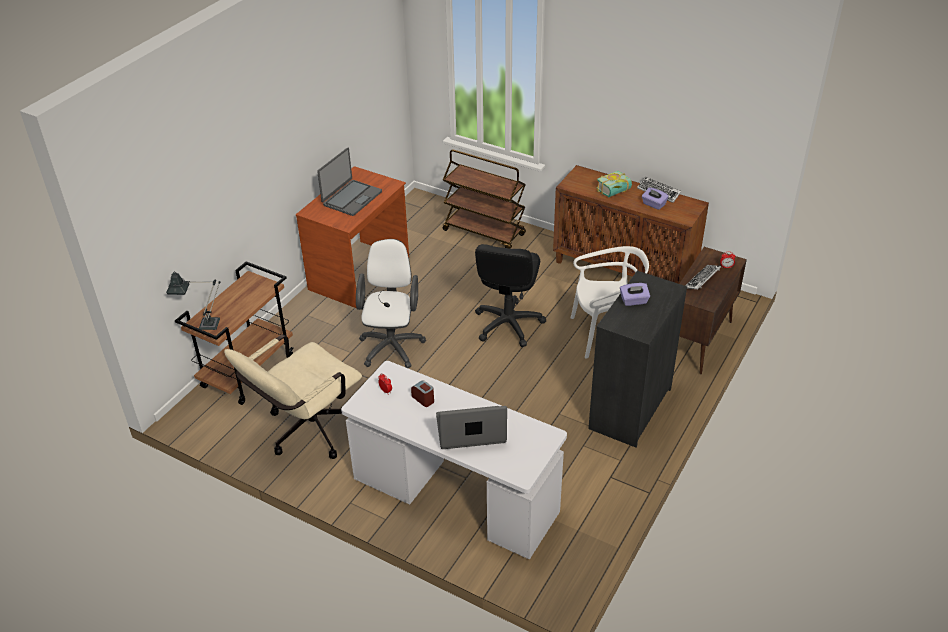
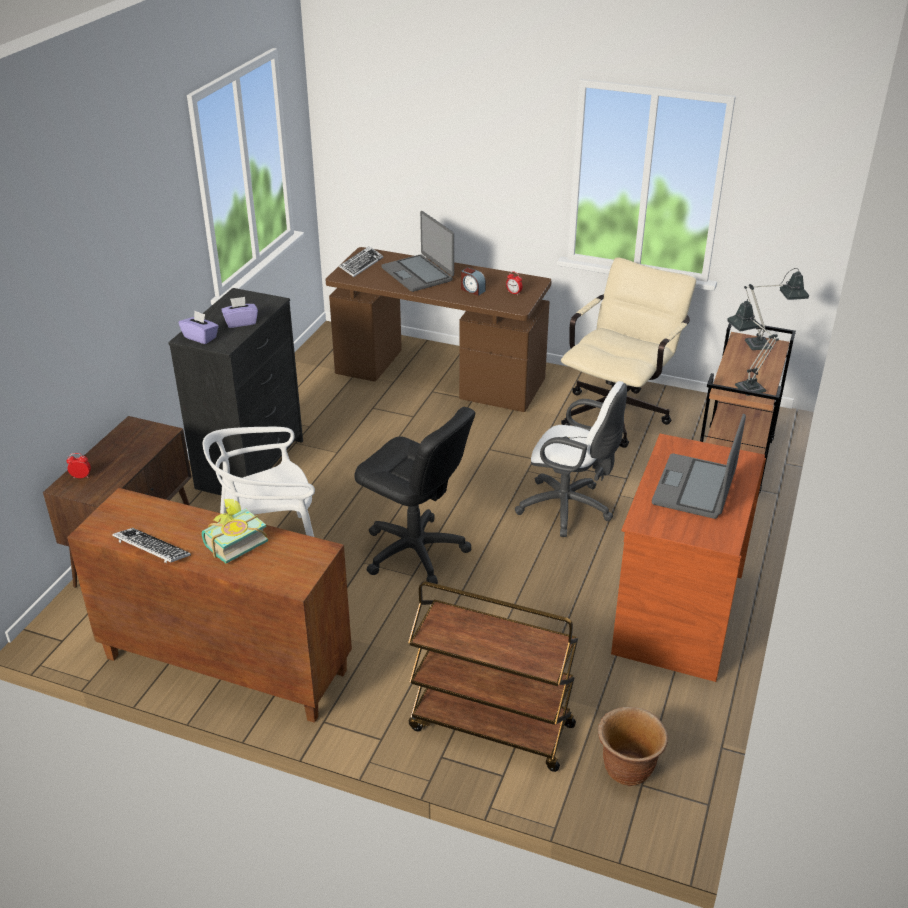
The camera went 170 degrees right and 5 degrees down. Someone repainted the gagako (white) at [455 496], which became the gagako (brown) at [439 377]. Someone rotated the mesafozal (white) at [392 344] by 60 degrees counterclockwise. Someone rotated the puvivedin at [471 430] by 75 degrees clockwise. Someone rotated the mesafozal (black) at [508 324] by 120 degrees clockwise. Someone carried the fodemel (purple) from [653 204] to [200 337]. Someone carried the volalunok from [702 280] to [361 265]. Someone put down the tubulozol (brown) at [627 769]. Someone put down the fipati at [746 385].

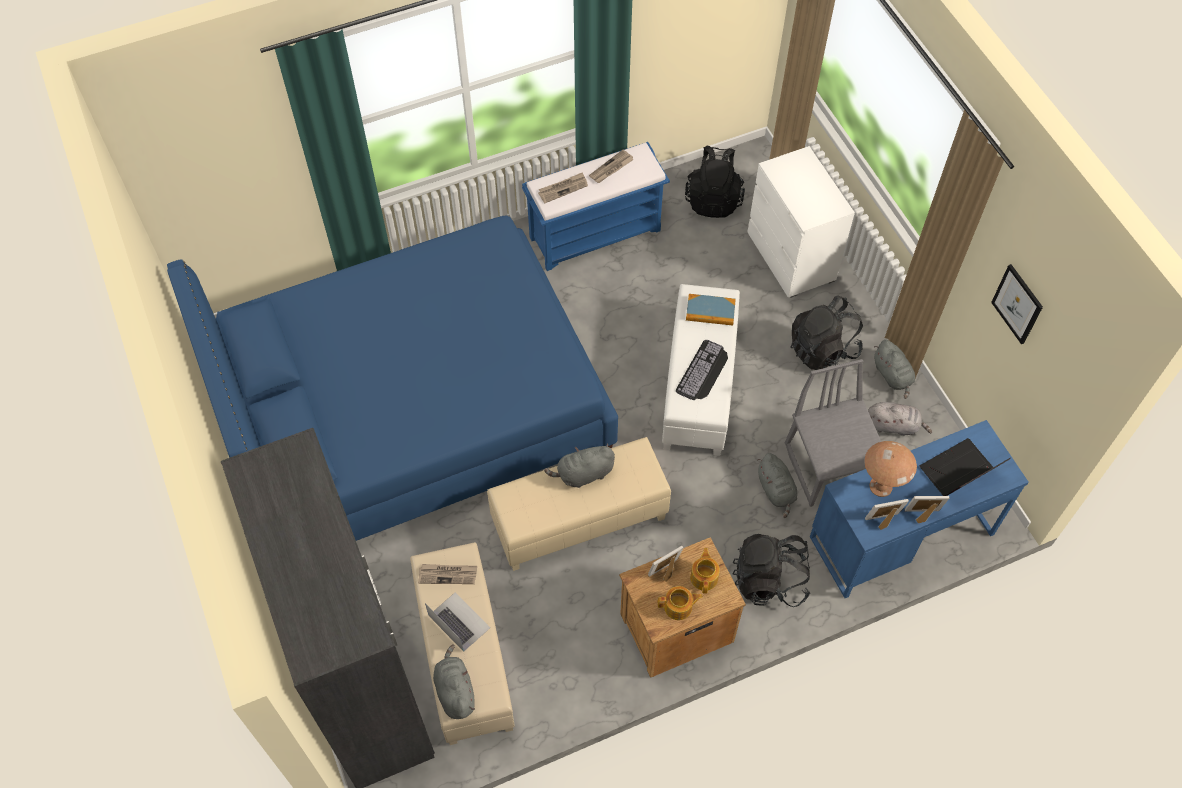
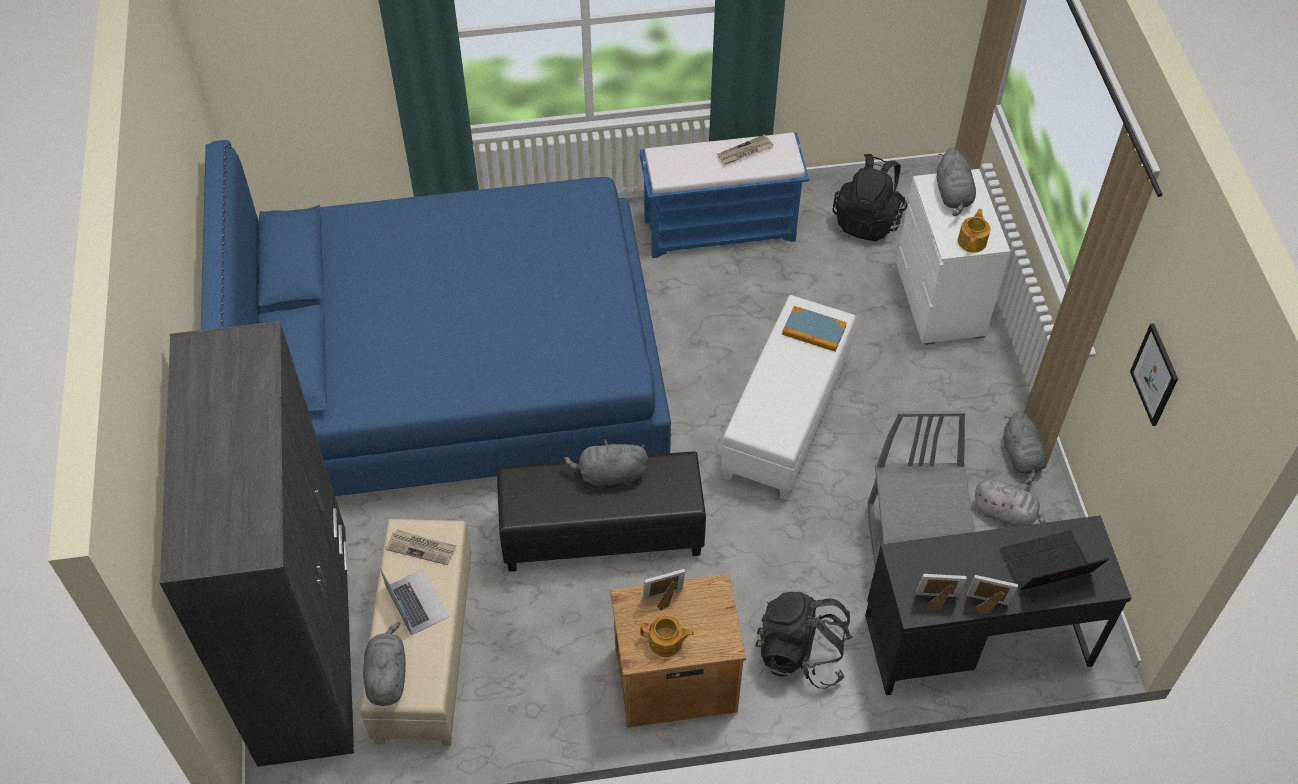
The camera went 15 degrees right and 5 degrees down. Someone repainted the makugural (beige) at [579 520], which became the makugural (black) at [601 534]. Someone took away the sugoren at [563 188]. Someone took away the volalunok at [703 372]. Someone carried the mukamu from [704 577] to [972 241]. Someone carried the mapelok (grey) from [776 490] to [953 195]. Someone took away the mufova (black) at [823 349]. Someone repainted the gagako (blue) at [901 535], which became the gagako (black) at [976 639]. Someone took away the fipati (brown) at [880 486].

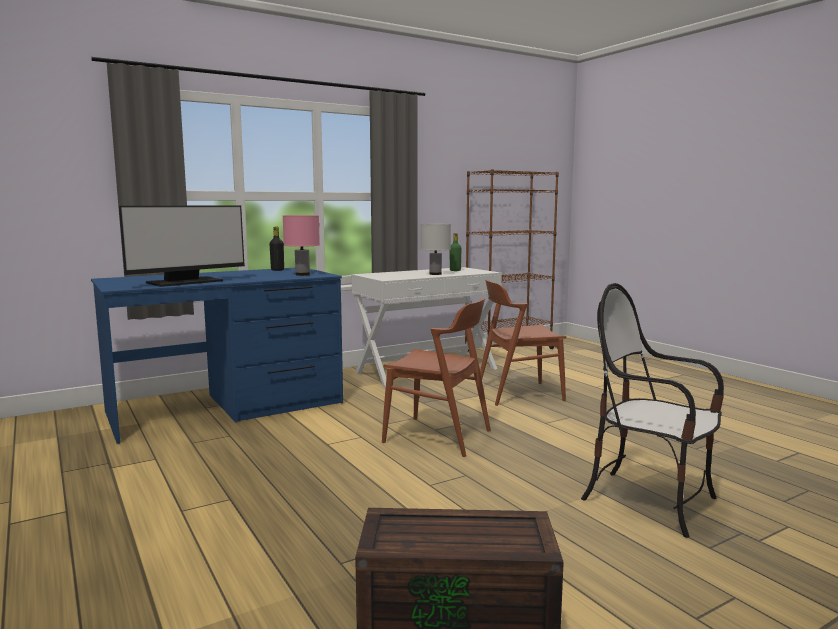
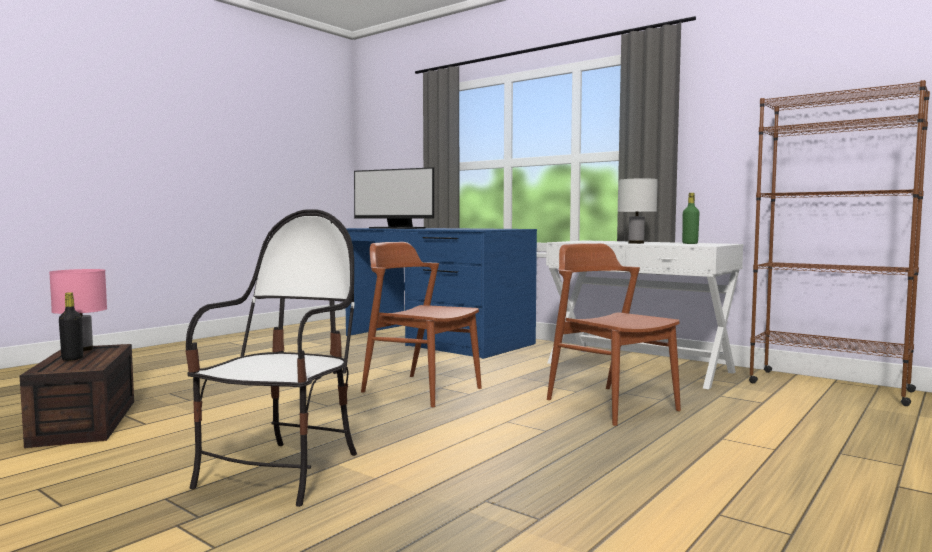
The camera went 70 degrees right and 5 degrees down. Someone carried the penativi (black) from [277 270] to [72 359]. Someone carried the fipati (pink) from [302 274] to [82 349]. Someone rotated the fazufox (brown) at [438 436] by 120 degrees clockwise.

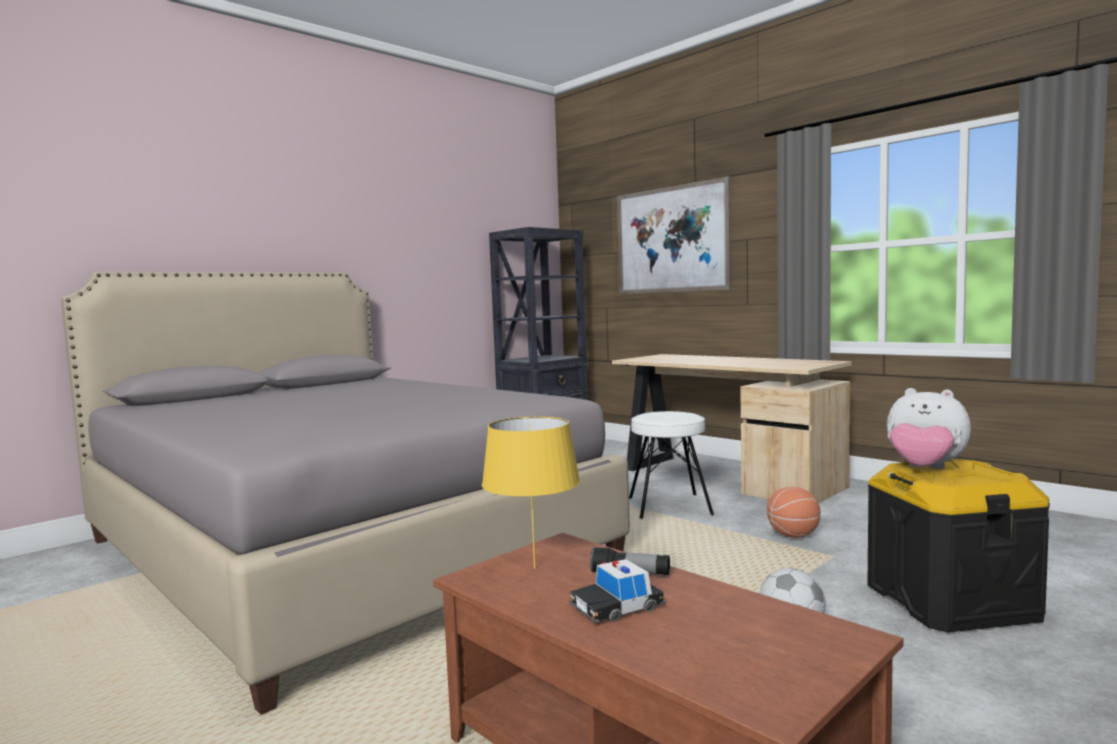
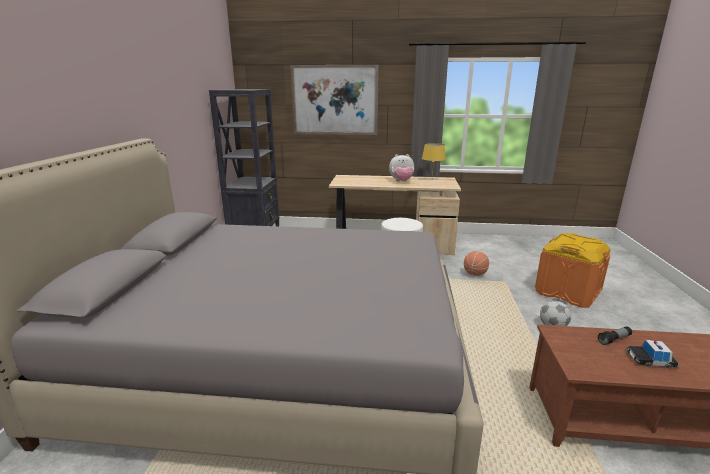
The camera went 40 degrees left and 15 degrees up. Someone carried the fipati (yellow) from [533 568] to [431 179]. Someone rotated the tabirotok at [617 607] by 75 degrees clockwise. Someone repainted the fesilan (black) at [951 602], which became the fesilan (orange) at [567 292]. Someone carried the mapelok from [925 469] to [401 181].

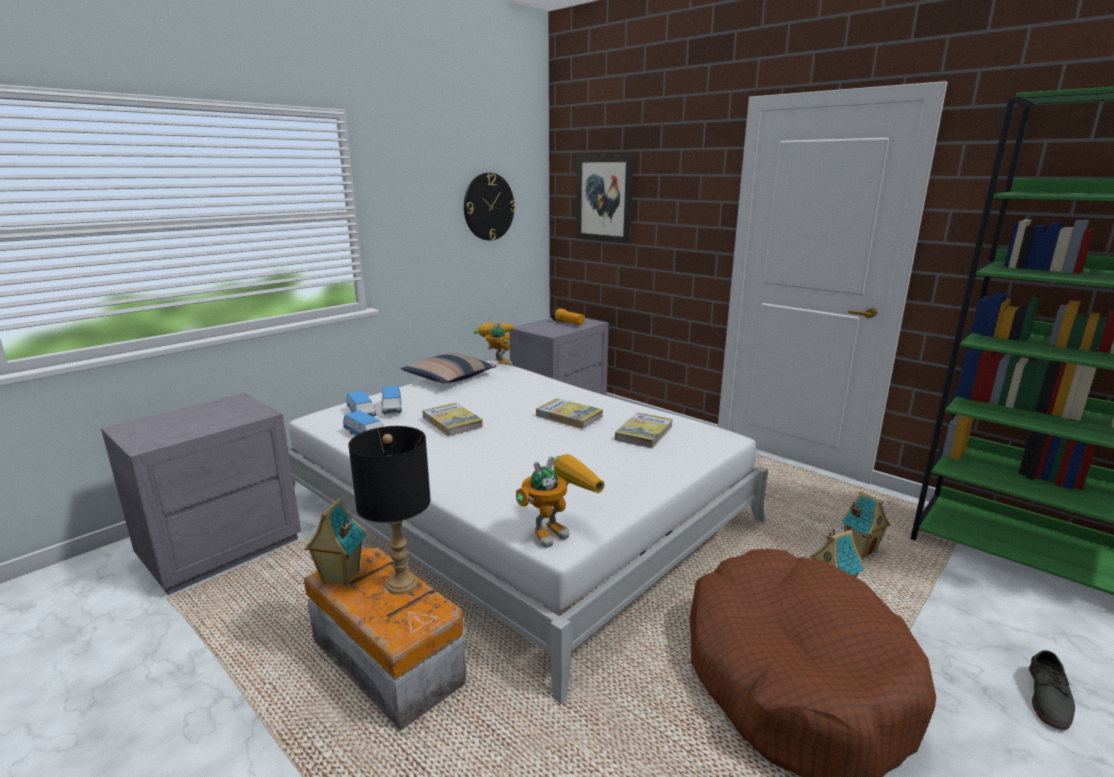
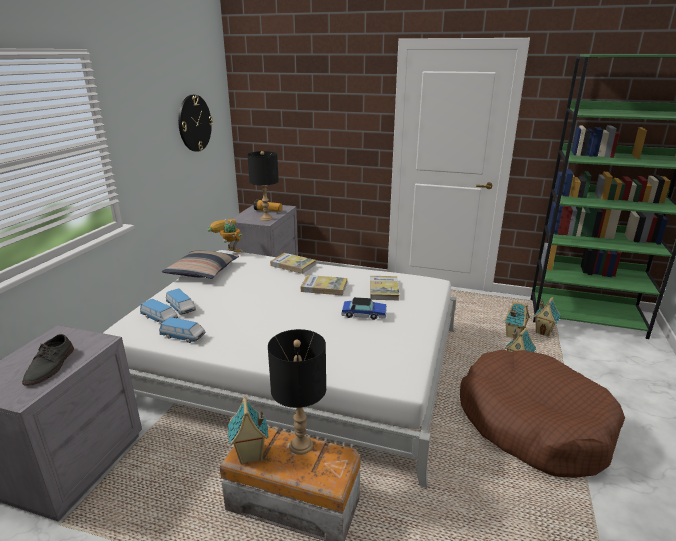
The camera went 25 degrees left and 5 degrees up. Someone carried the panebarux from [452 422] to [293 265]. Someone took away the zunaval at [557 529]. Someone took away the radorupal at [604 199]. Someone carried the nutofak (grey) from [1049 697] to [51 366]. Someone put down the fipati (black) at [266 218]. Someone put down the tabirotok at [364 314]. Someone put down the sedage at [544 332].

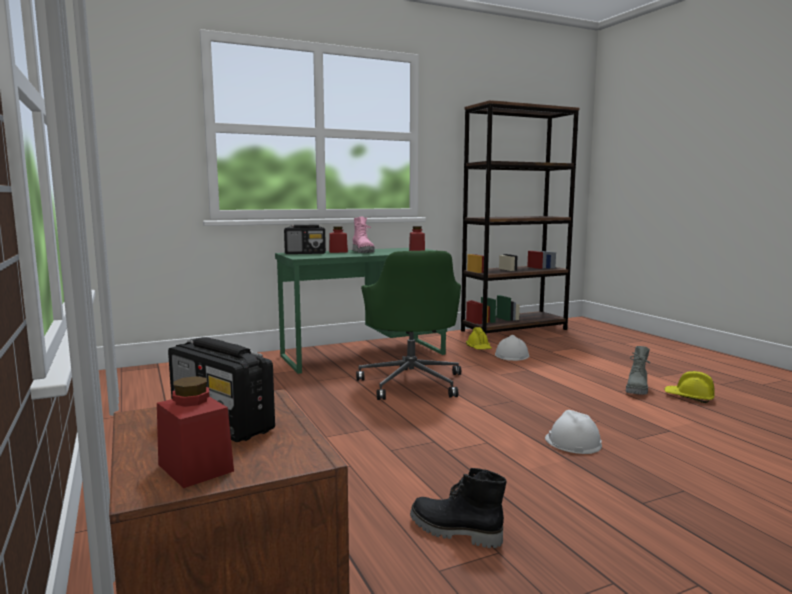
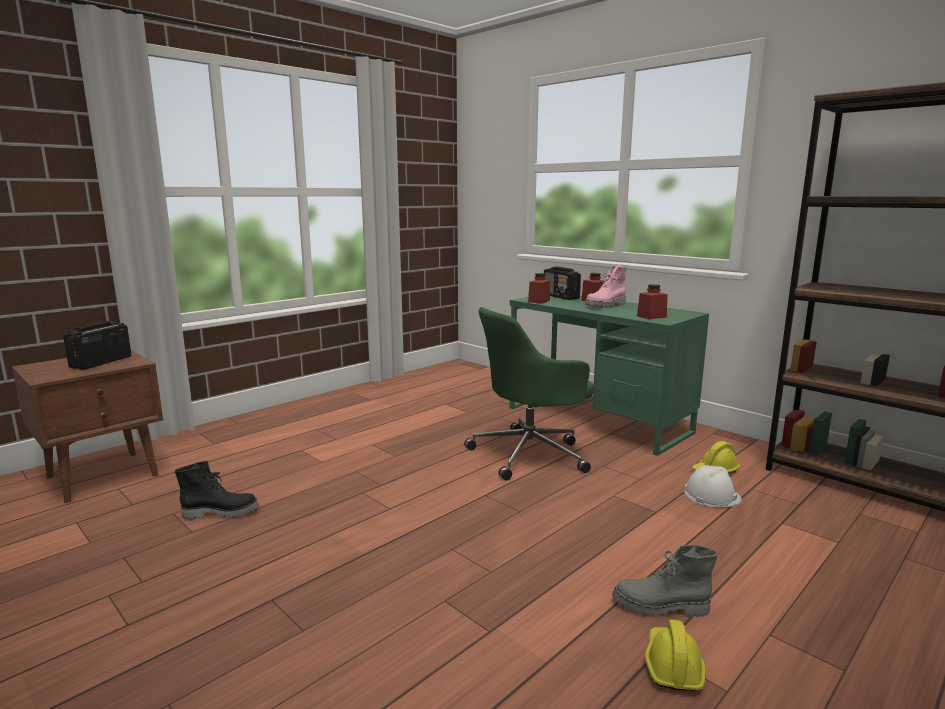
The camera went 70 degrees right and 5 degrees up. Someone carried the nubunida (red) from [195 468] to [539 301]. Someone rotated the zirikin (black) at [454 532] by 75 degrees clockwise. Someone took away the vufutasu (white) at [572 442].

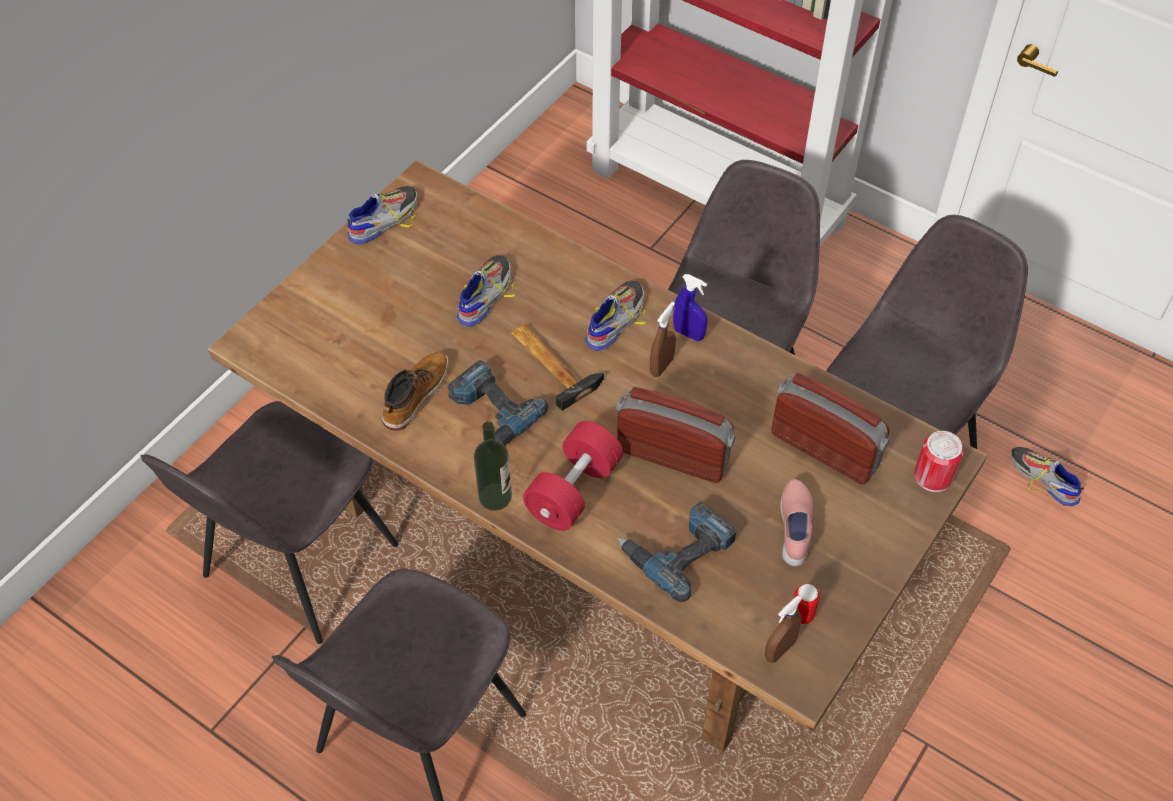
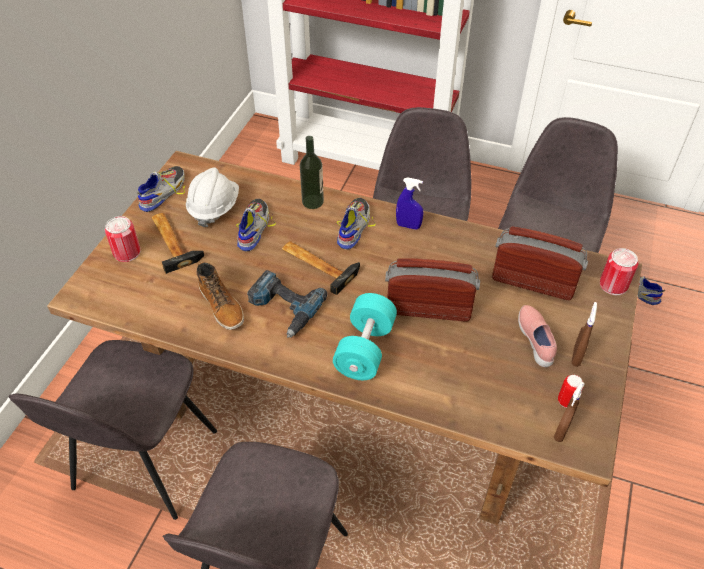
The camera went 15 degrees left and 5 degrees down. Someone rotated the zirikin at [415 395] by 135 degrees clockwise. Someone carried the penativi from [495 496] to [312 202]. Someone repainted the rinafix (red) at [573 490], which became the rinafix (turquoise) at [365 349]. Someone took away the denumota at [678 550]. Someone carried the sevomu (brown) from [661 366] to [576 356]. Someone put down the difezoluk at [127 252]. Someone put down the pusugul at [173 241]. Someone put down the vufutasu (white) at [214 208].

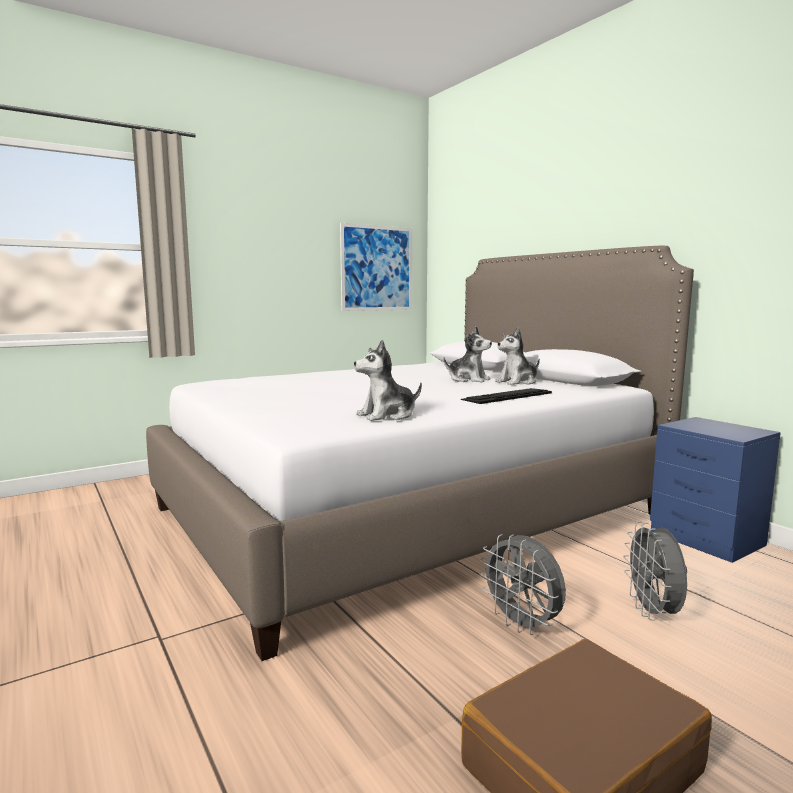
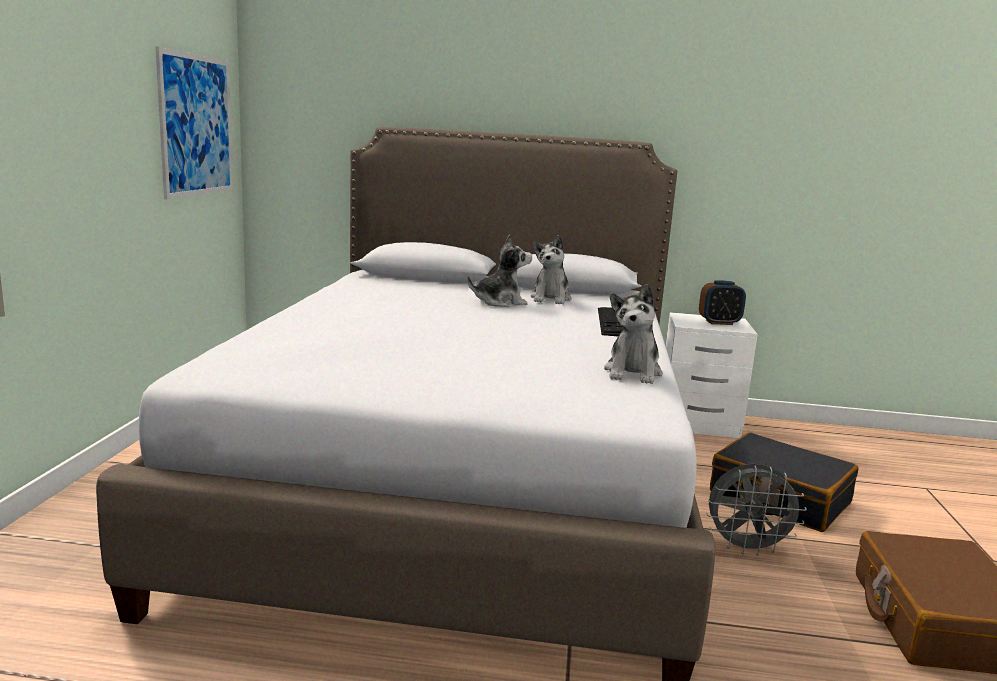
The camera went 50 degrees left and 5 degrees up. Someone swapped the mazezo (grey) at [653 613] for the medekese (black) at [779 498]. Someone repainted the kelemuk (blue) at [707 540], which became the kelemuk (white) at [700 424]. Someone put down the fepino at [719 322].

